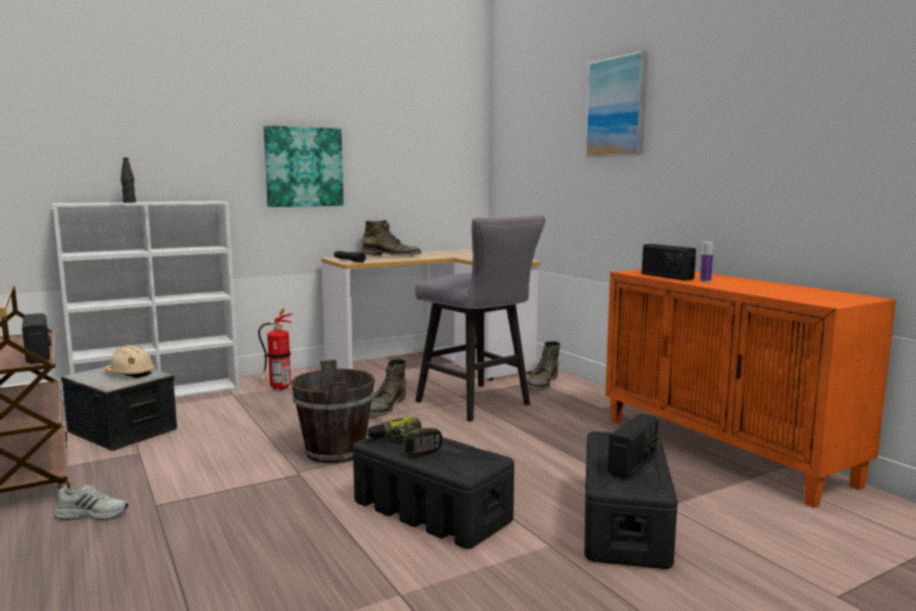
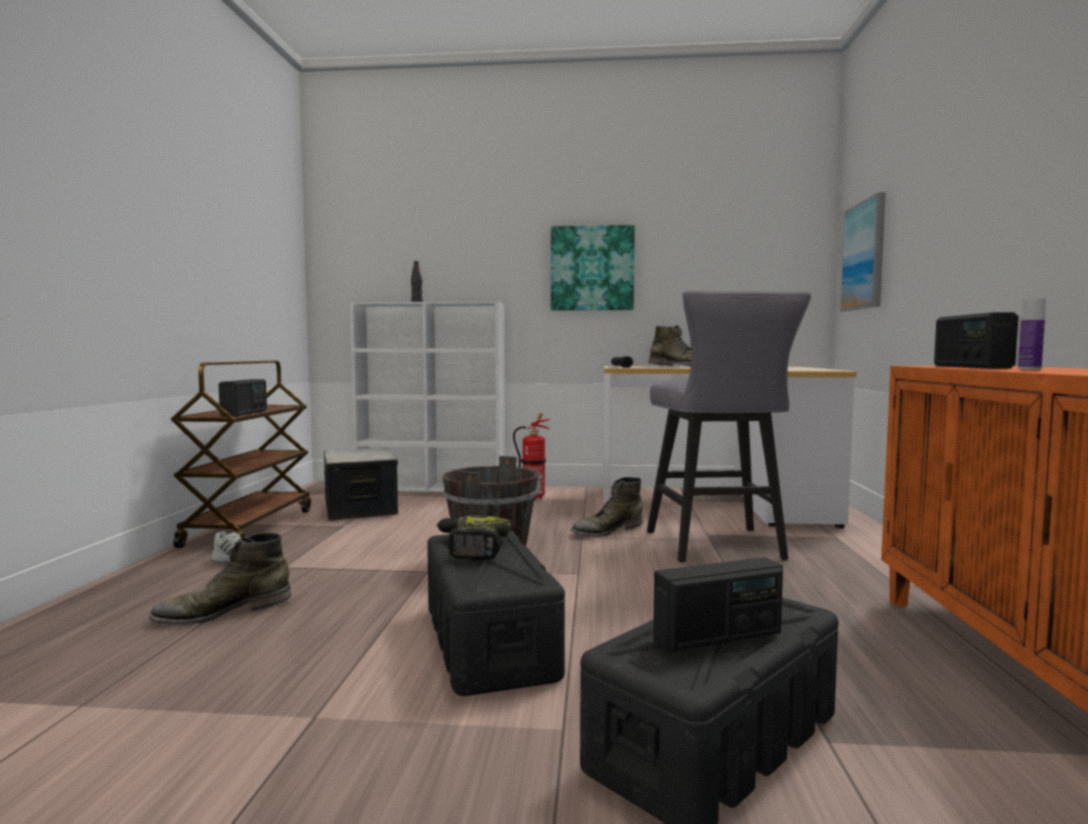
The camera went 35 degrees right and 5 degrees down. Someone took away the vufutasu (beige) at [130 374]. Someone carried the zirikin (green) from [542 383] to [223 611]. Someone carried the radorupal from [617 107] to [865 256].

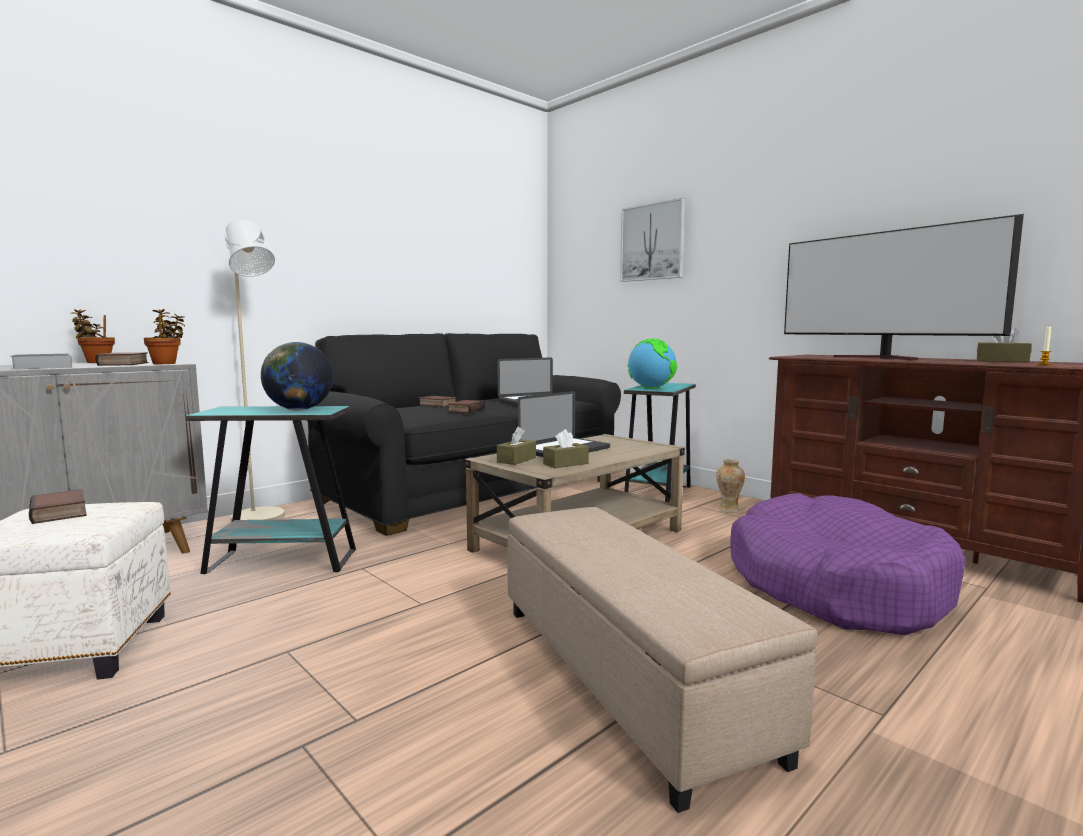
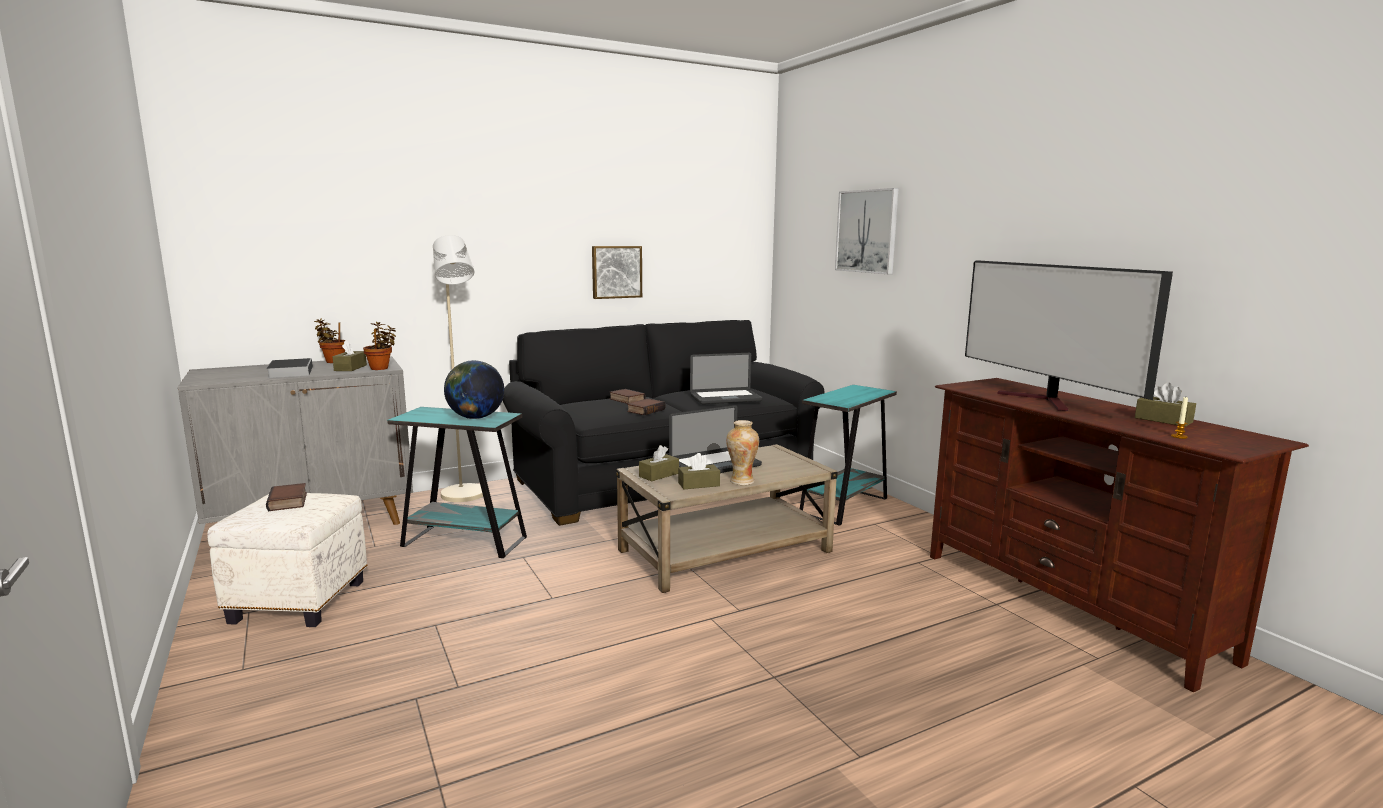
The camera went 15 degrees right and 5 degrees up. Someone swapped the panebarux at [125 364] for the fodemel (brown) at [350 368]. Someone took away the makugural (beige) at [623 675]. Someone took away the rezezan at [651 388]. Someone carried the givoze from [729 510] to [741 481]. Someone took away the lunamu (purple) at [834 586]. Someone put up the radorupal at [616 272].

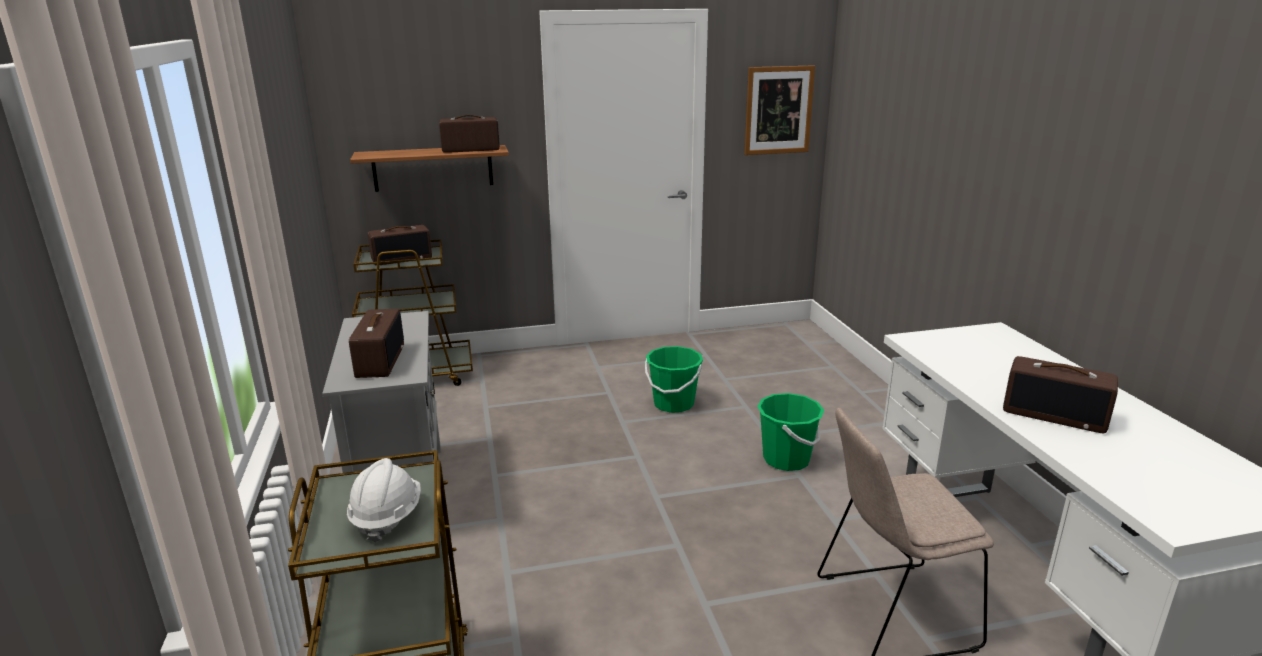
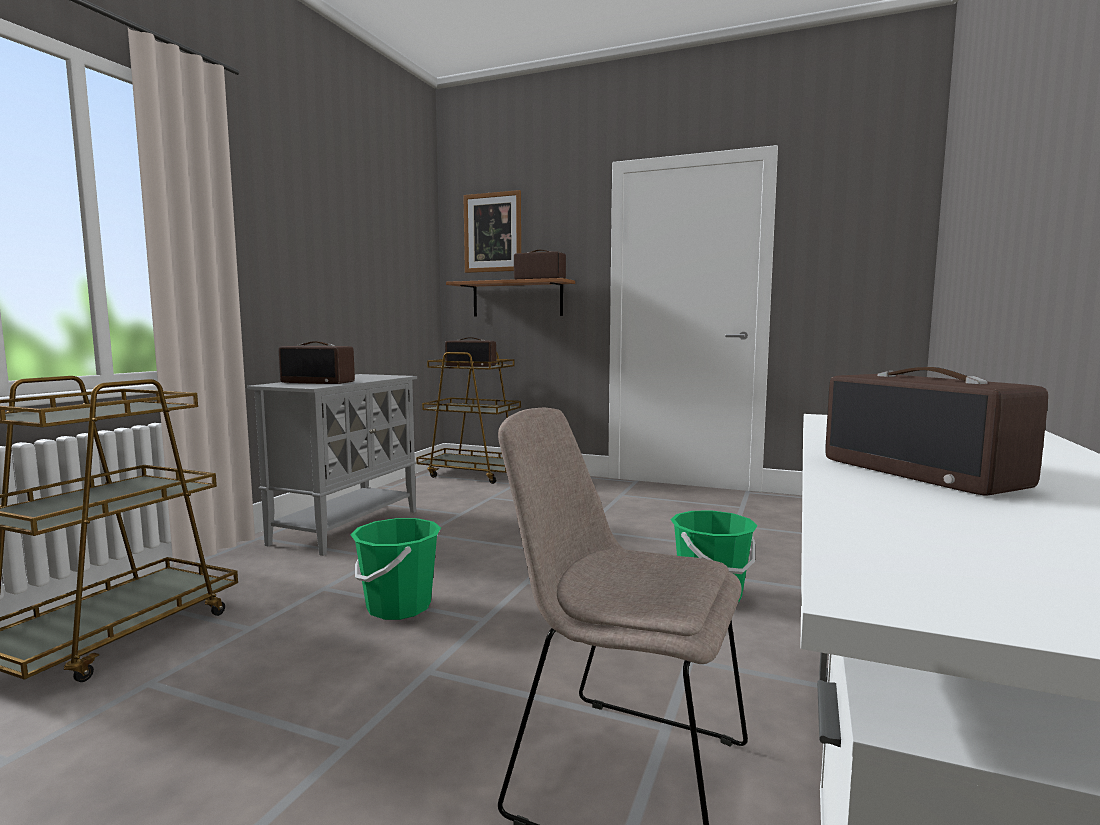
The camera went 35 degrees right and 15 degrees down. Someone took away the vufutasu (white) at [386 517]. Someone rotated the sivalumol at [379 361] by 75 degrees clockwise. Someone carried the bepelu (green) from [673 404] to [398 607]. Someone carried the radorupal from [778 110] to [492 232].

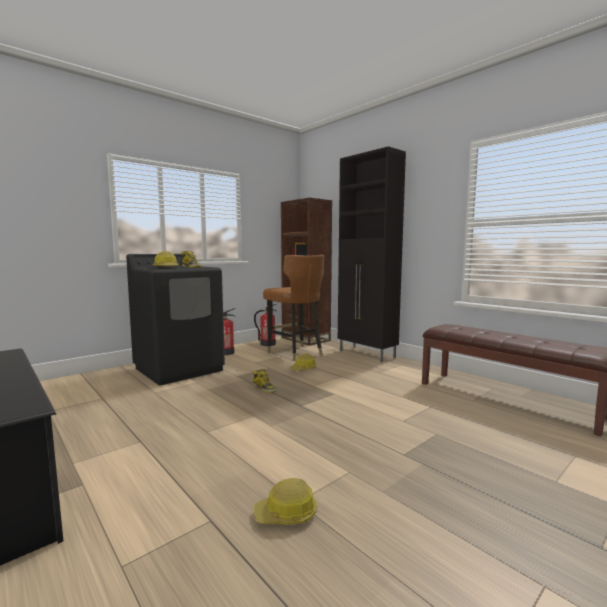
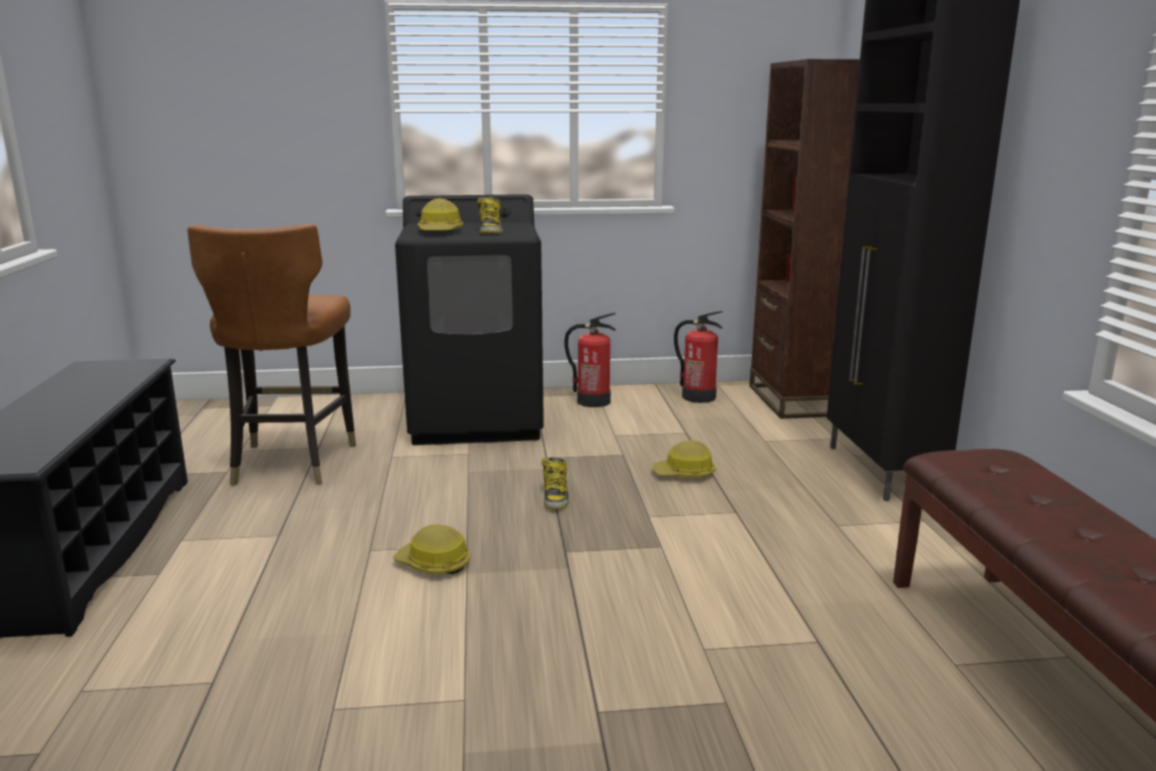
The camera went 35 degrees right and 10 degrees up. Someone carried the vufutasu from [286 514] to [433 564]. Someone carried the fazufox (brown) from [295 353] to [291 463].

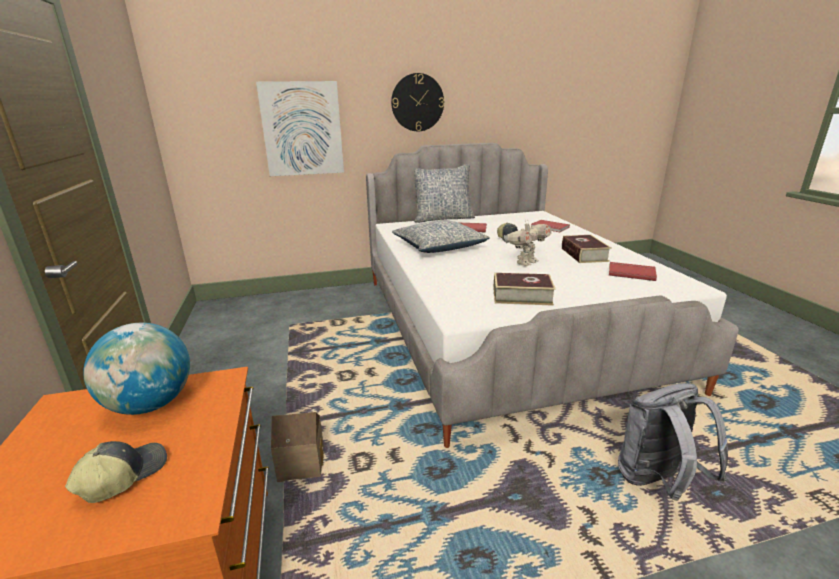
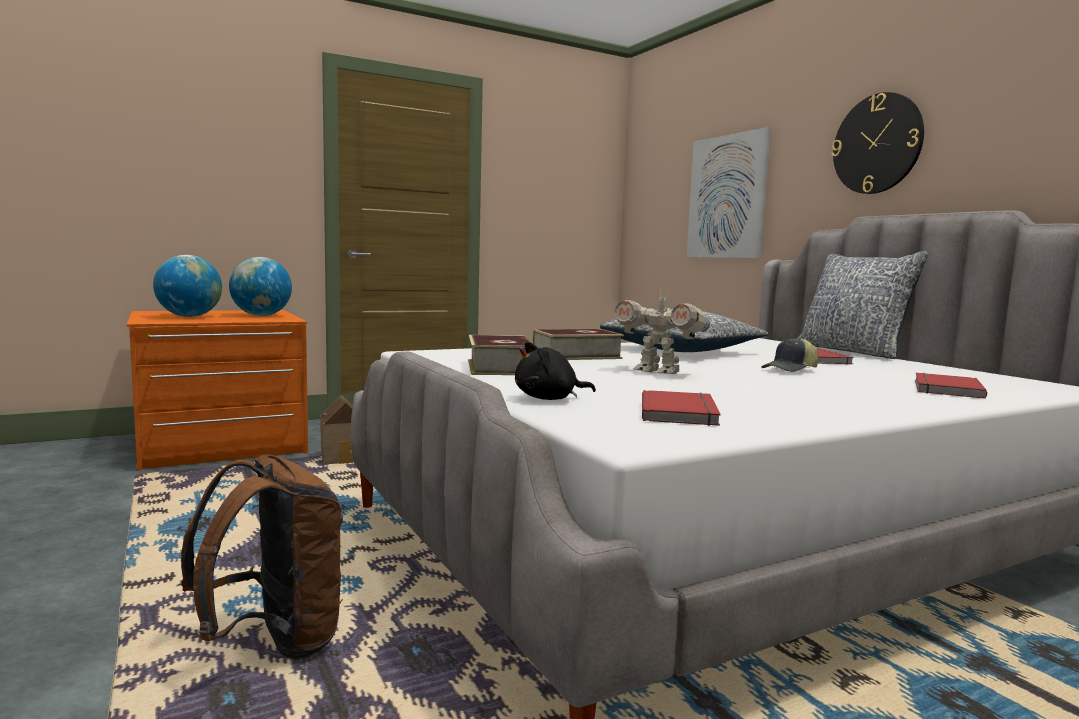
The camera went 75 degrees right and 15 degrees down. Someone swapped the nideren at [123 476] for the rezezan at [189 317]. Someone carried the panebarux from [584 255] to [576 355]. Someone repainted the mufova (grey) at [657 482], which became the mufova (brown) at [274 642]. Someone put down the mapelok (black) at [549 399].

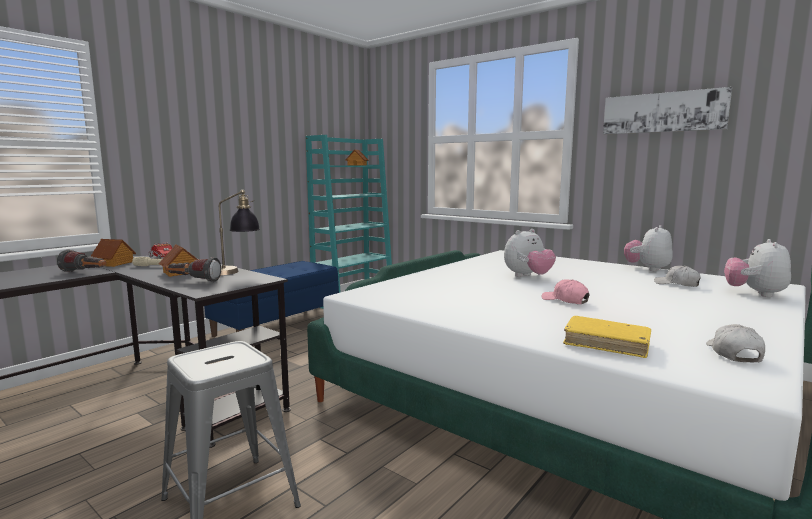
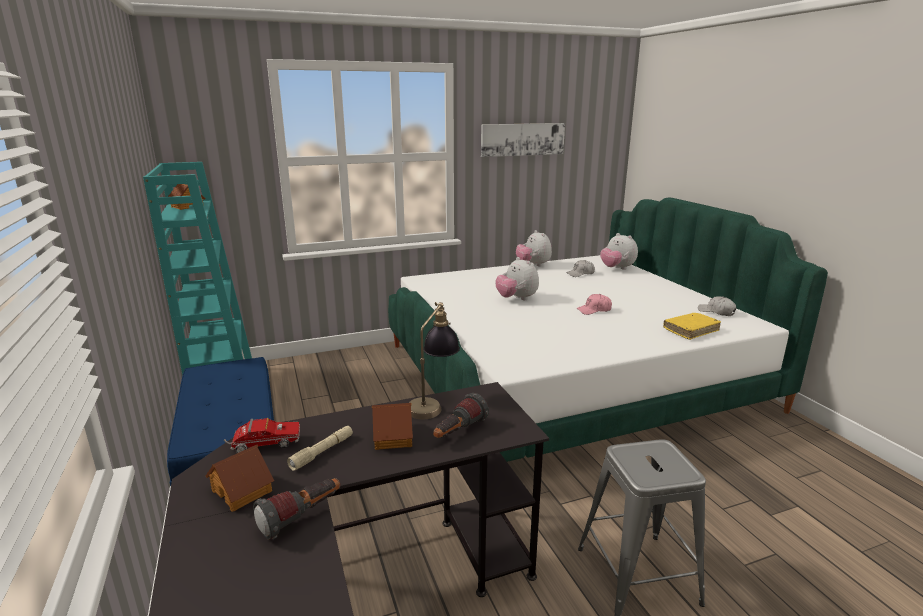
The camera went 60 degrees left and 10 degrees up. Someone rotated the mapelok at [528 277] by 150 degrees clockwise.

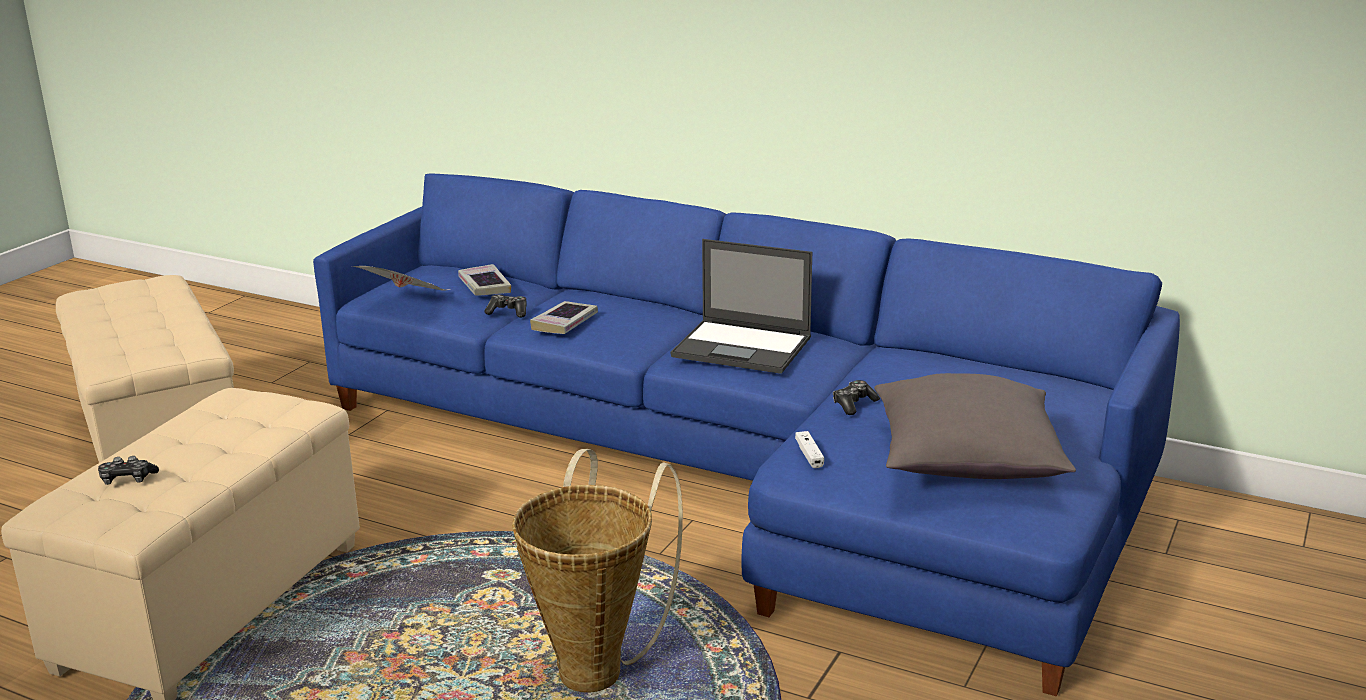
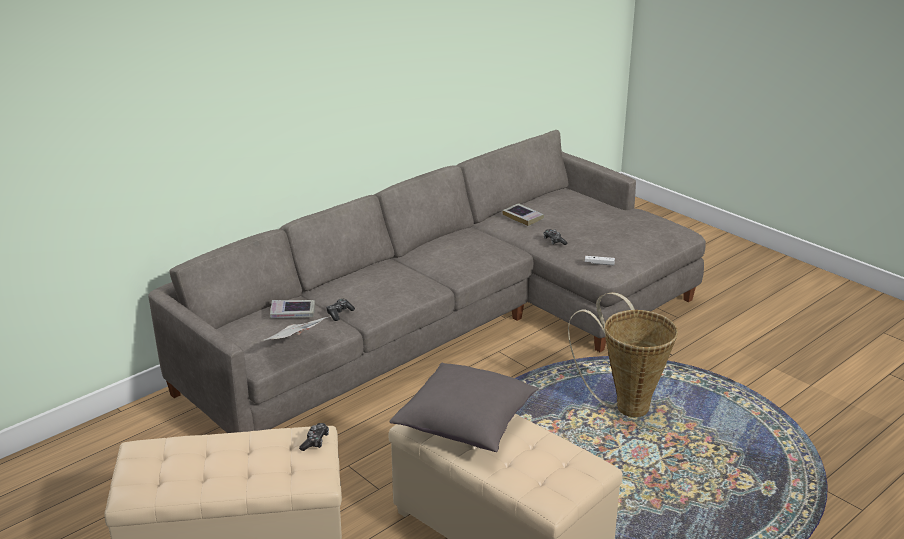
The camera went 70 degrees left and 5 degrees up. Someone carried the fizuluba from [127 480] to [315 441]. Someone repainted the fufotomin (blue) at [748 470], which became the fufotomin (grey) at [455 323]. Someone carried the panebarux from [564 323] to [523 217]. Someone took away the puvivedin at [743 347]. Someone carried the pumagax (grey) from [966 462] to [466 425].

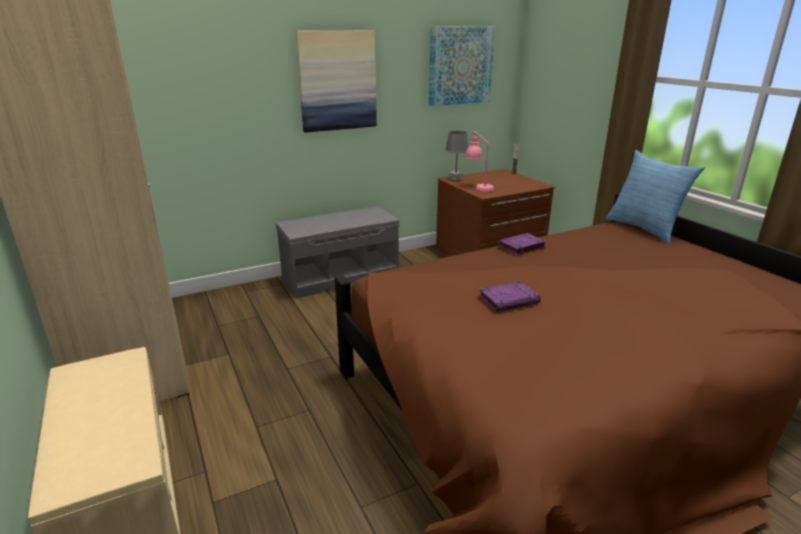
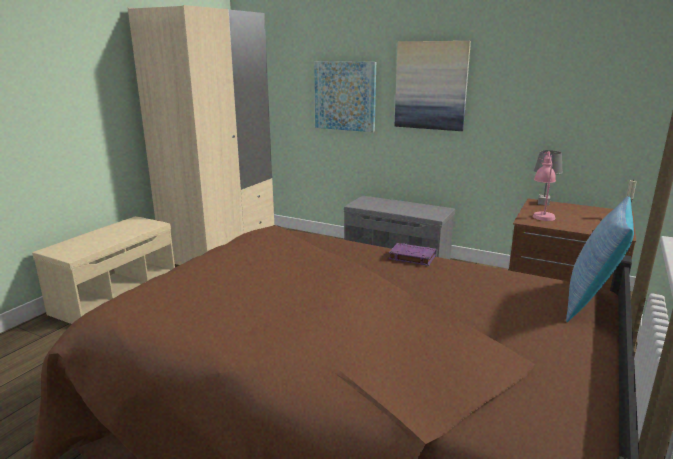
The camera went 55 degrees right and 5 degrees down. Someone carried the radorupal from [460 66] to [345 96]. Someone took away the panebarux (purple) at [509 300].

